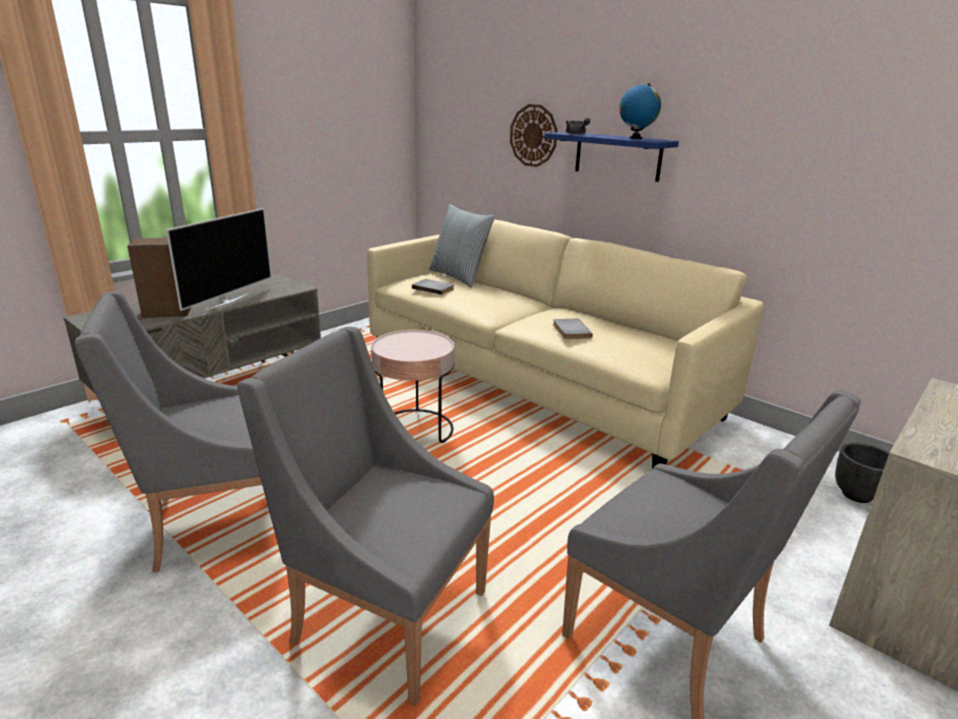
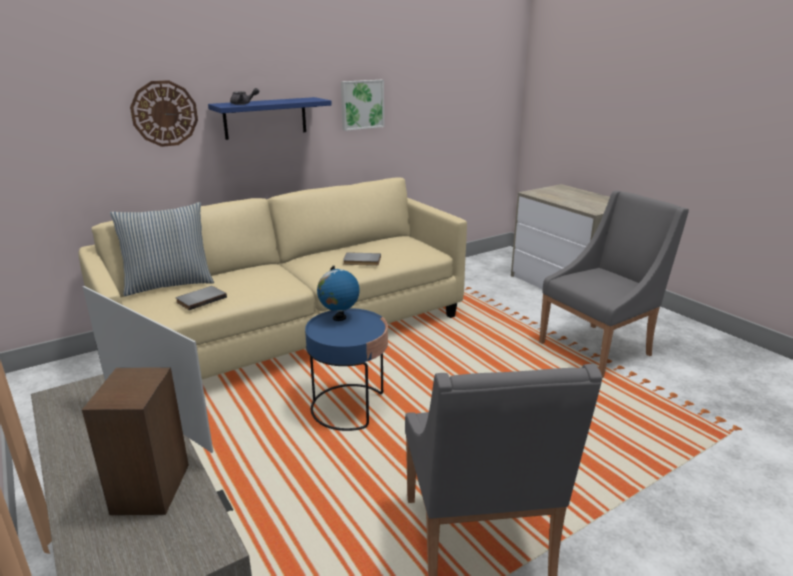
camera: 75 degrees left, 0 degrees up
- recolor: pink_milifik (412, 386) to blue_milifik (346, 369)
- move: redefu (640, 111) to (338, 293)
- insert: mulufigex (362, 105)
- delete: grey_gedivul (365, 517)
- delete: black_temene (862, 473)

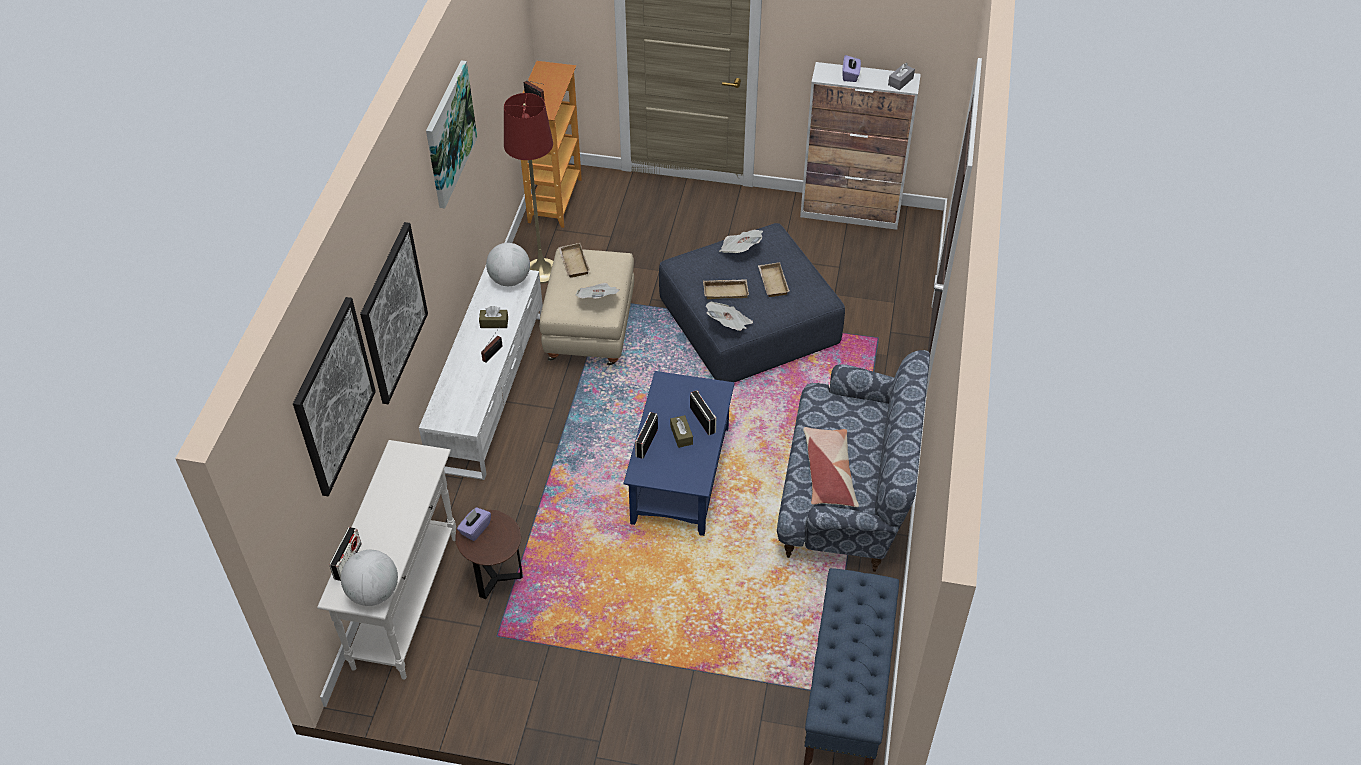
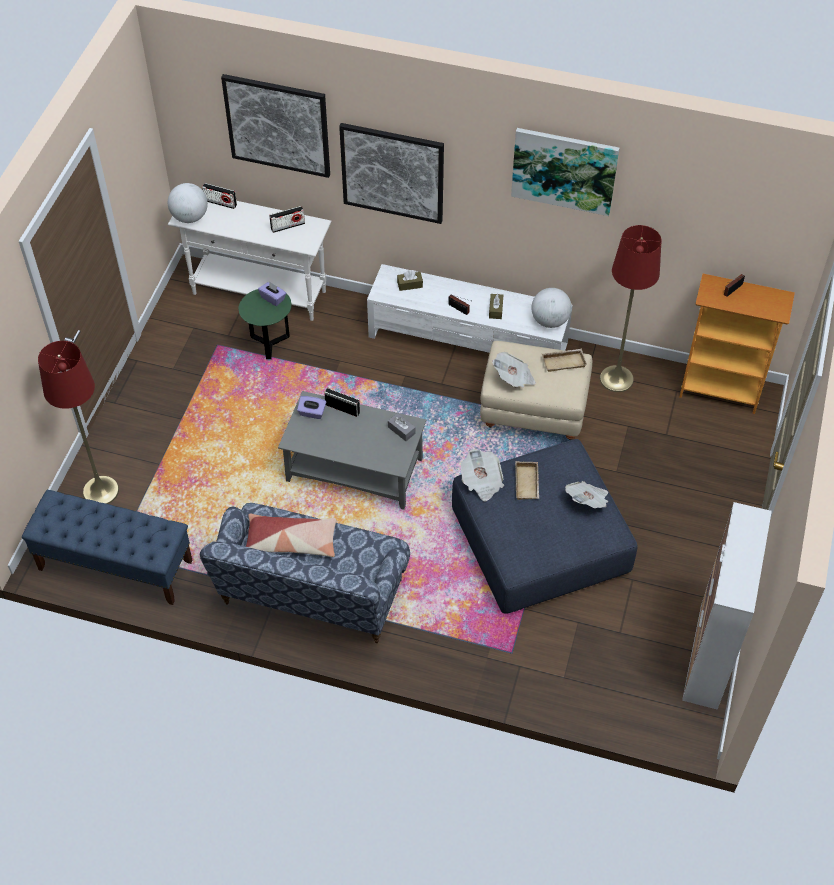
camera: 95 degrees right, 5 degrees up
- insert: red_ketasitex (78, 422)
- recolor: brown_milifik (489, 554) to green_milifik (265, 324)
- move: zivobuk (703, 412) to (287, 219)
- recolor: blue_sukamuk (679, 453) to grey_sukamuk (352, 450)
- move: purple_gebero (852, 68) to (311, 407)
- move: grey_gebero (901, 76) to (401, 427)
- move: brown_gebero (681, 431) to (410, 280)
- delete: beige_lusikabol (774, 279)

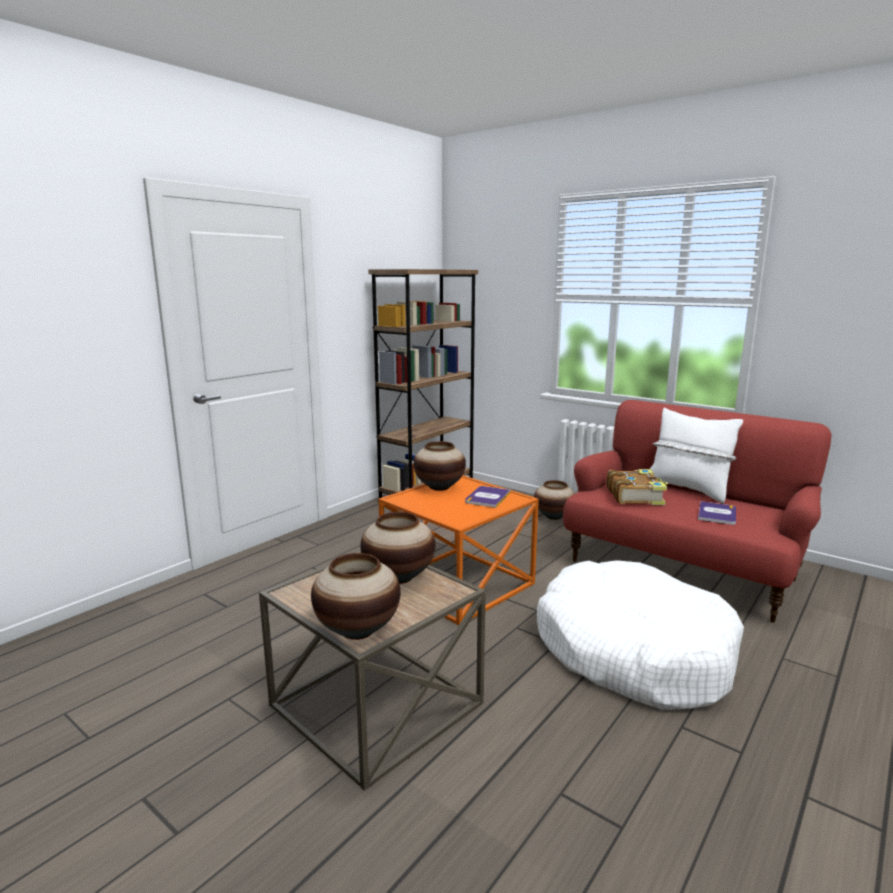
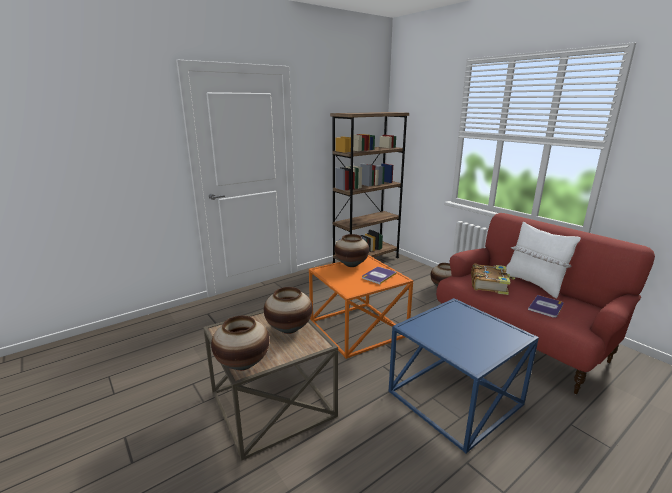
camera: 15 degrees right, 5 degrees up
- replace: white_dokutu (640, 635) to blue_milifik (464, 375)

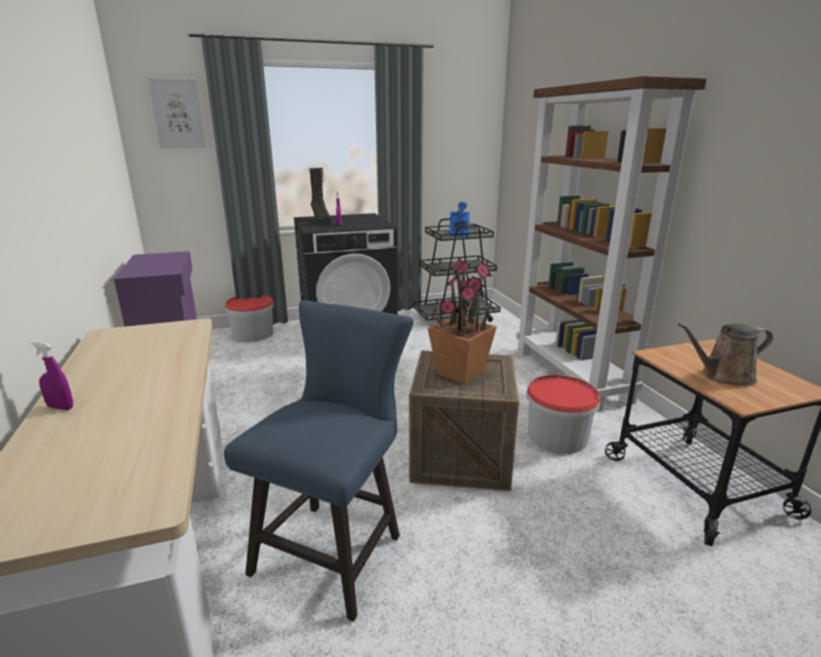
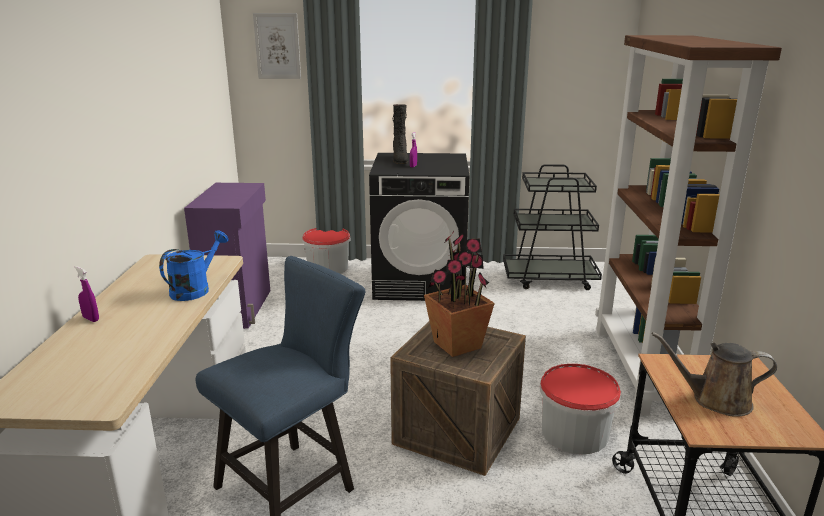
camera: 20 degrees right, 0 degrees up
- move: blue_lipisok (459, 219) to (193, 265)

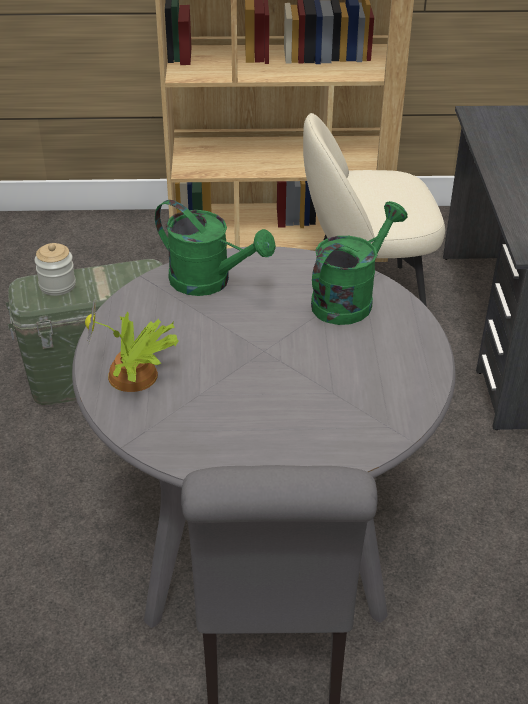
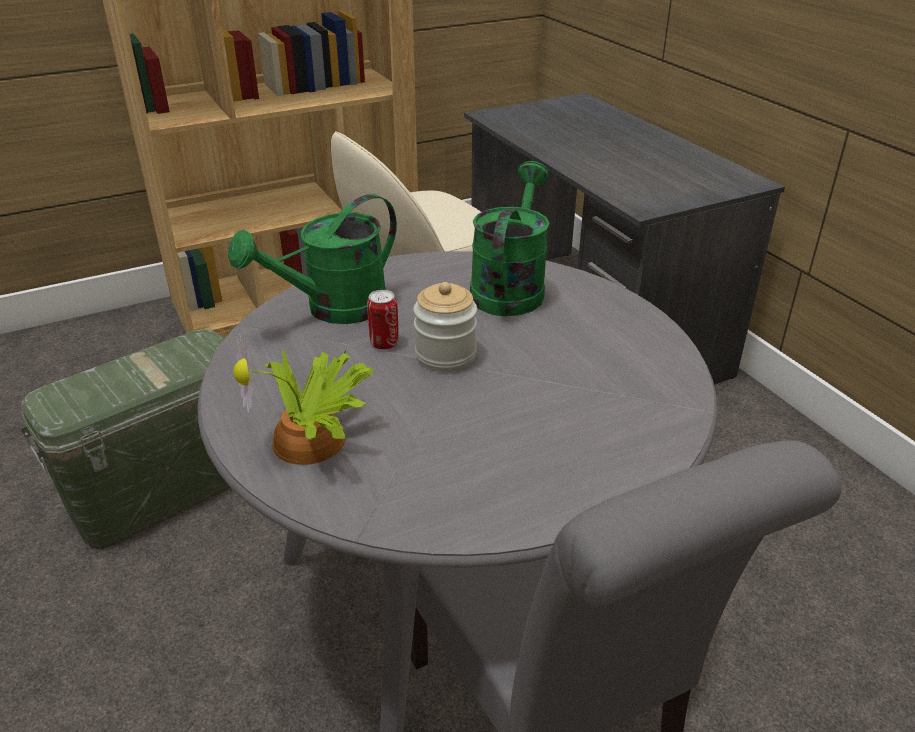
camera: 25 degrees left, 5 degrees down
- rotate: green_lipisok (215, 248) = (312, 259) 135 degrees clockwise
- insert: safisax (383, 320)
- move: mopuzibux (55, 269) to (445, 327)

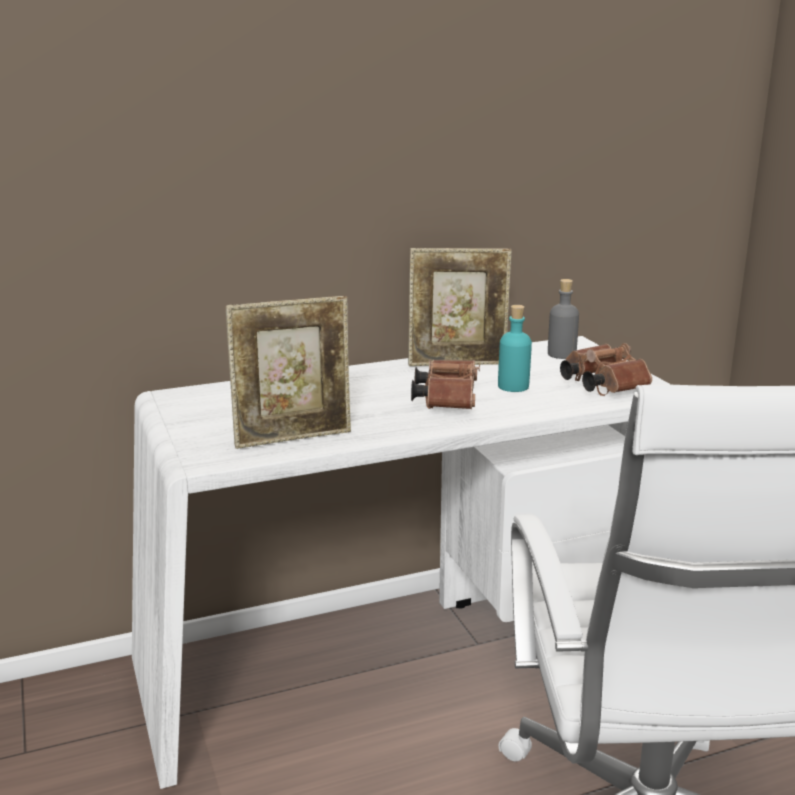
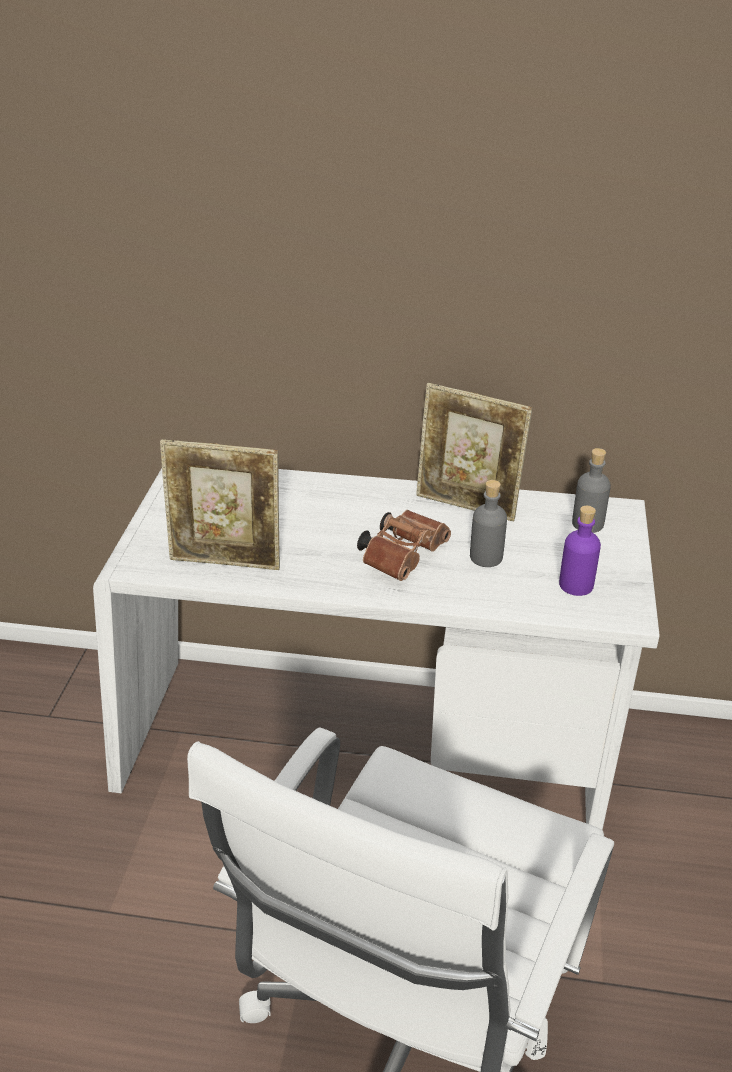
camera: 30 degrees right, 15 degrees up
- recolor: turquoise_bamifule (515, 348) to grey_bamifule (488, 523)
- replace: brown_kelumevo (606, 369) to purple_bamifule (580, 551)

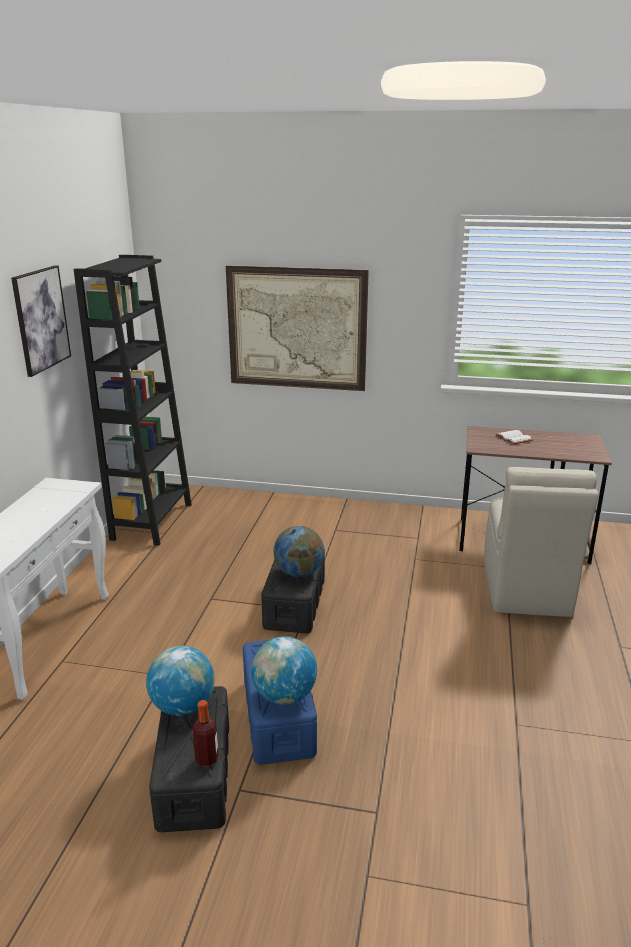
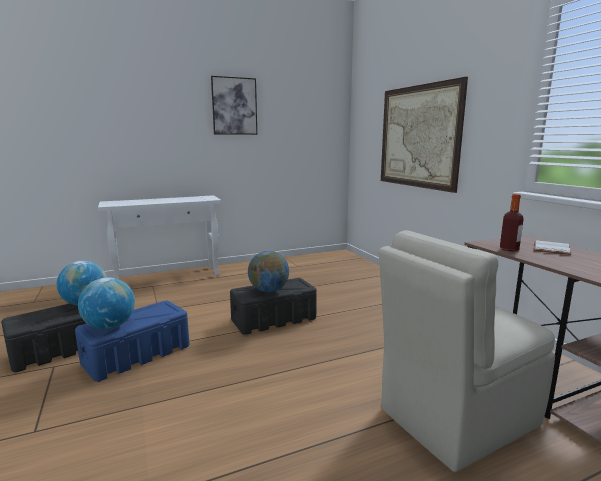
camera: 55 degrees right, 10 degrees down
- move: bamifule (206, 733) to (512, 222)
- delete: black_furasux (133, 400)

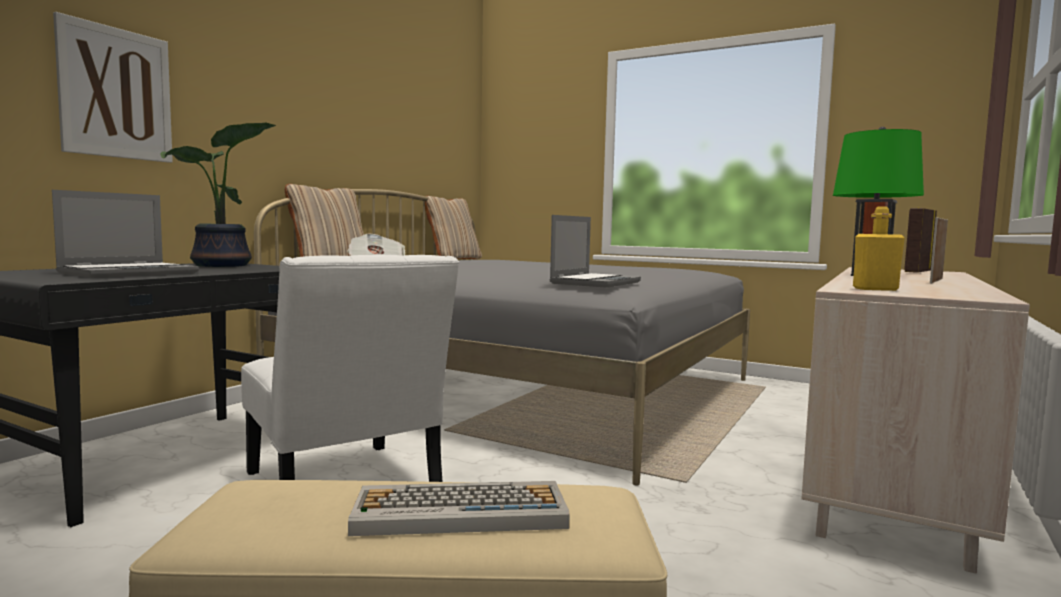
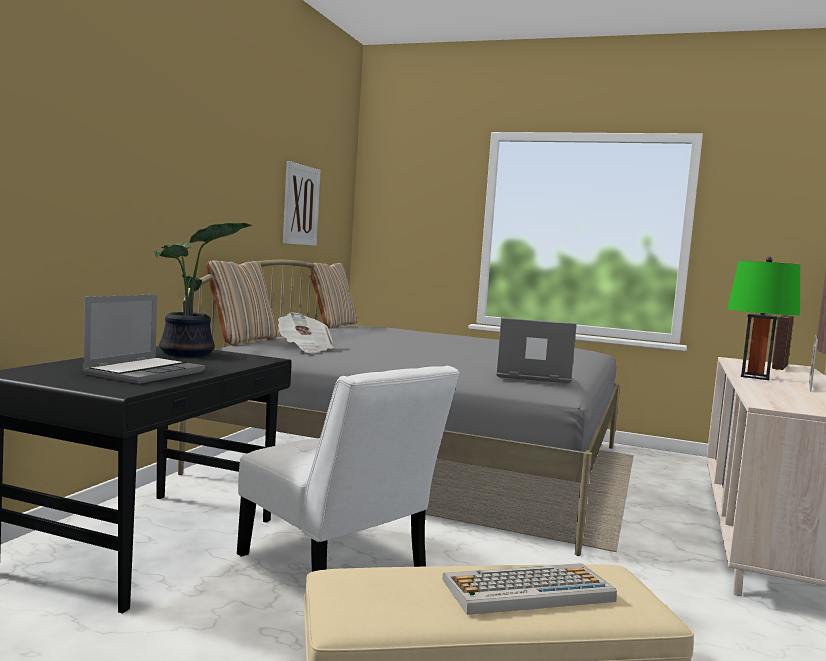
camera: 10 degrees left, 0 degrees up
- move: mulufigex (113, 87) to (302, 203)
- rotate: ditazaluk (595, 251) = (536, 350) 105 degrees counterclockwise
- delete: yellow_bamifule (879, 249)

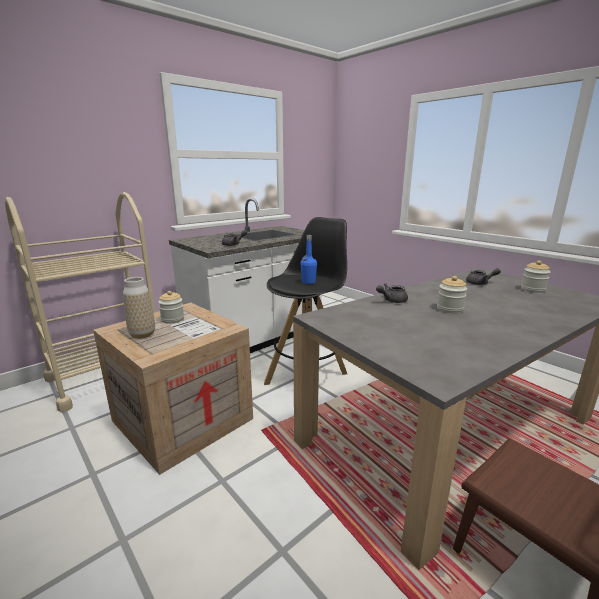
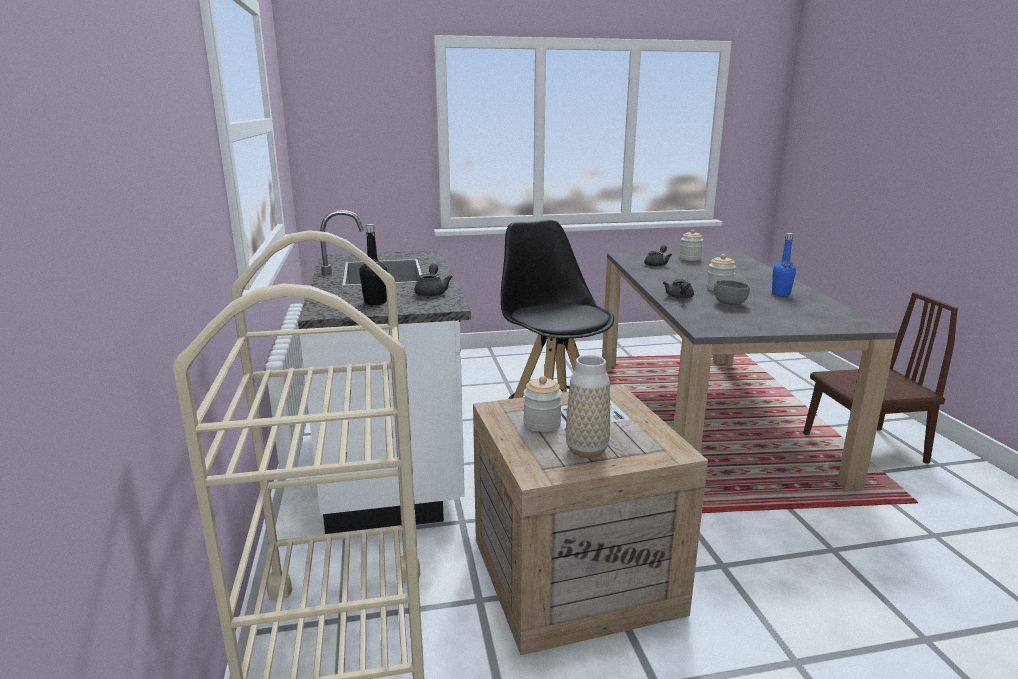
camera: 60 degrees left, 0 degrees up
- insert: black_bamifule (373, 264)
- insert: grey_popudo (732, 292)
- move: blue_bamifule (309, 259) to (784, 264)

